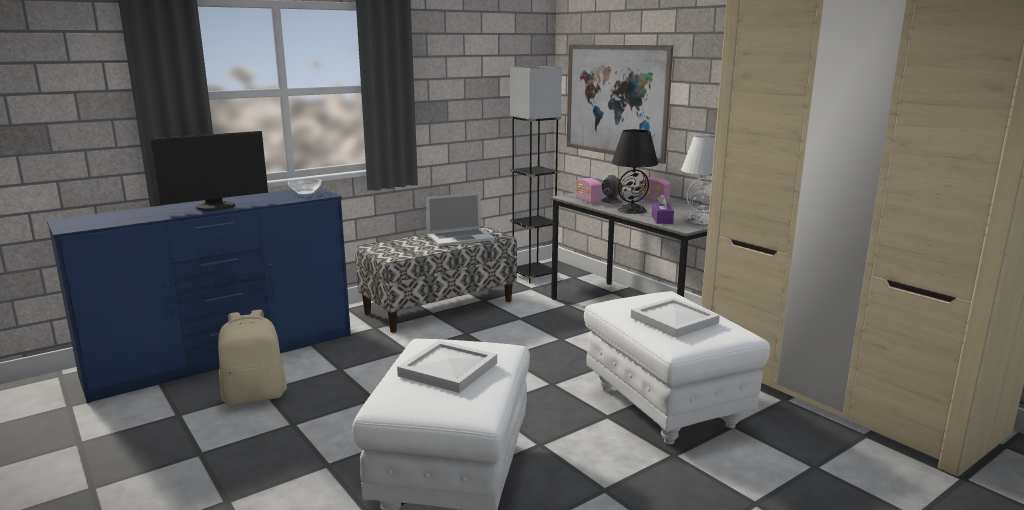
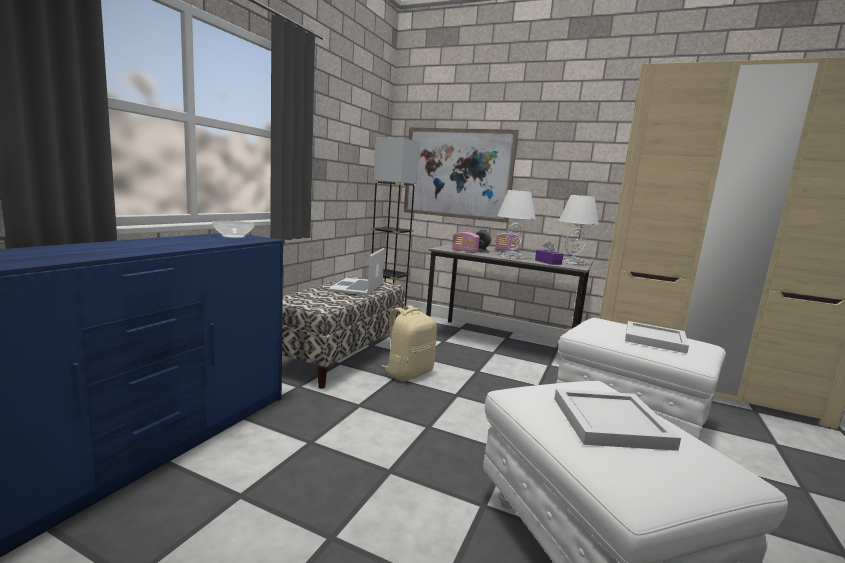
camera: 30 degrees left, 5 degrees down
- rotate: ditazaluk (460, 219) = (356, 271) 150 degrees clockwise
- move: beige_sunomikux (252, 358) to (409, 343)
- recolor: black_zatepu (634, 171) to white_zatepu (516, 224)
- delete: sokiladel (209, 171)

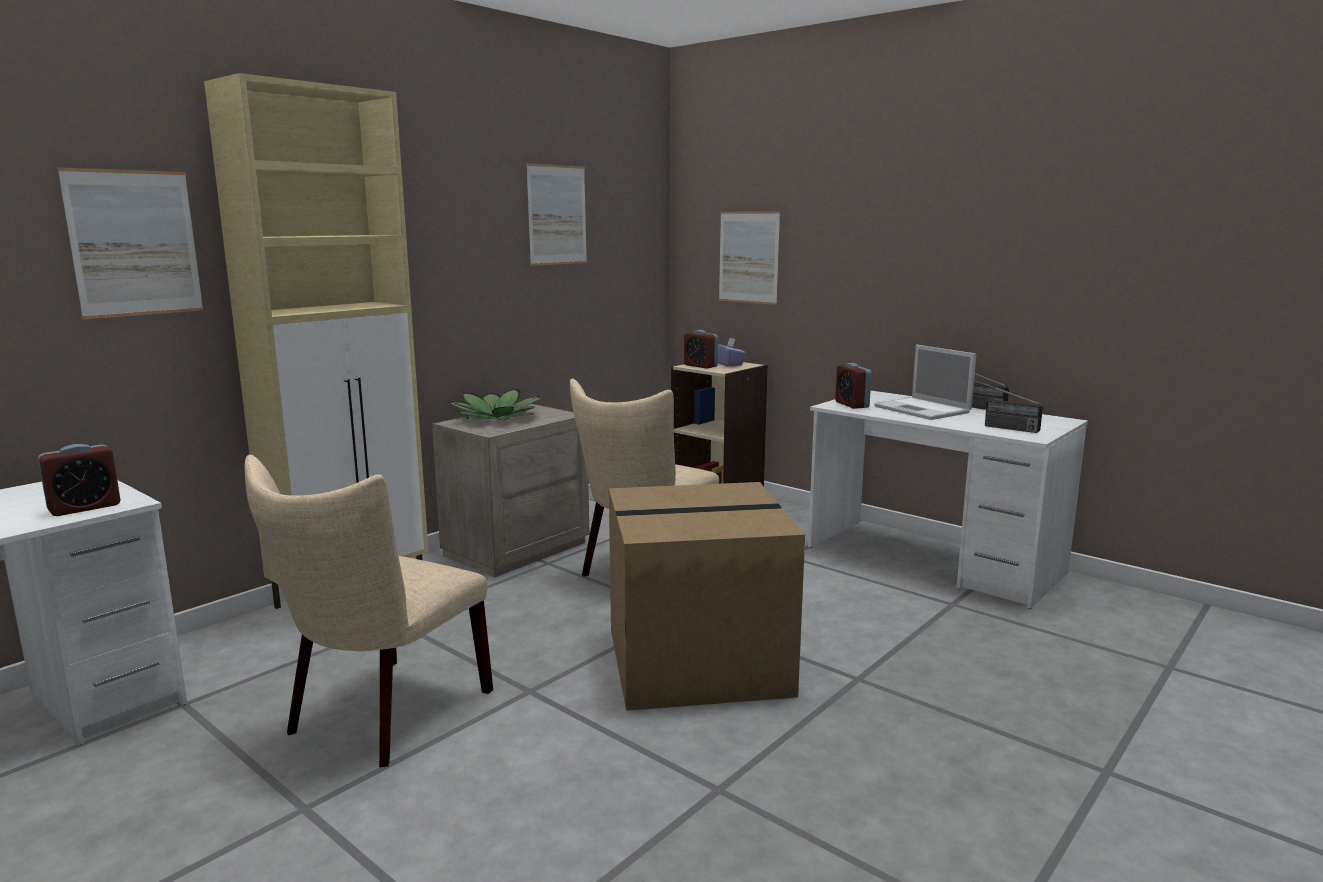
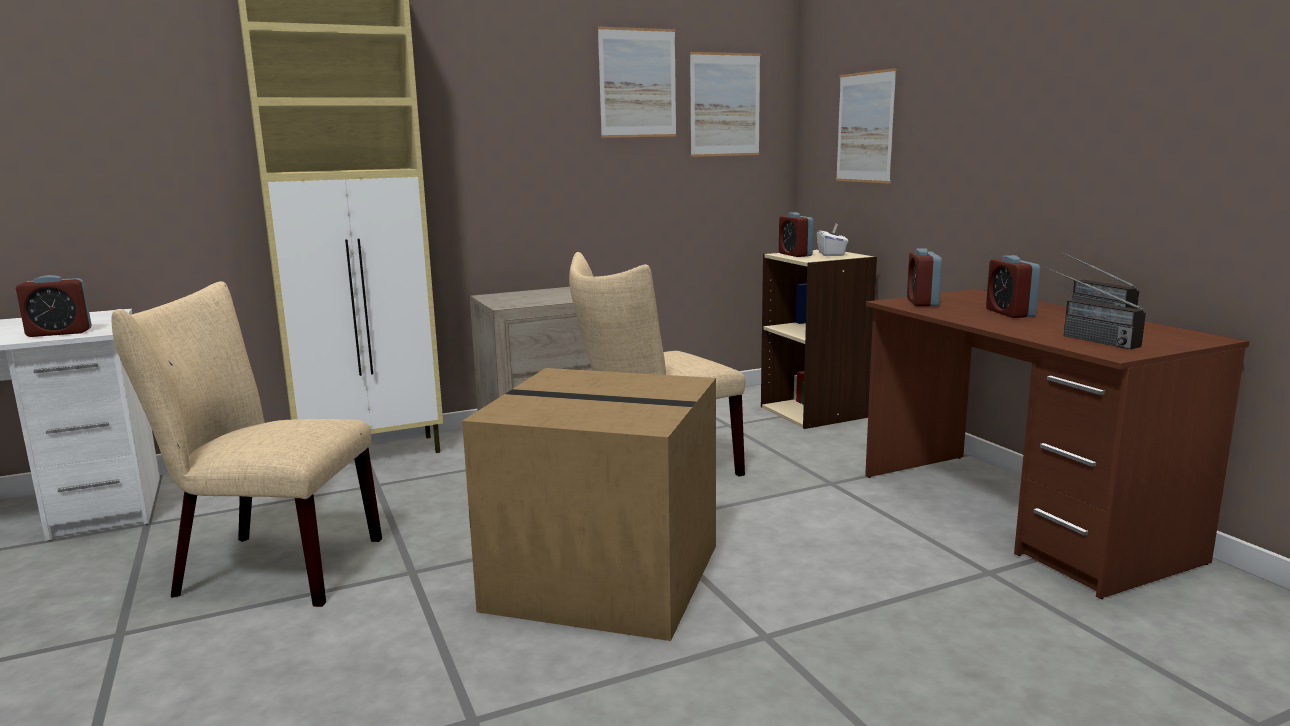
camera: 25 degrees right, 0 degrees up
- rotate: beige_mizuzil (369, 611) = (246, 444) 45 degrees clockwise
- move: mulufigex (130, 243) to (725, 104)
- recolor: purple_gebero (732, 352) to white_gebero (832, 240)
- recolor: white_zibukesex (948, 500) to brown_zibukesex (1057, 444)
- replace: ditazaluk (925, 382) to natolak (1013, 286)
- delete: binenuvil (495, 404)

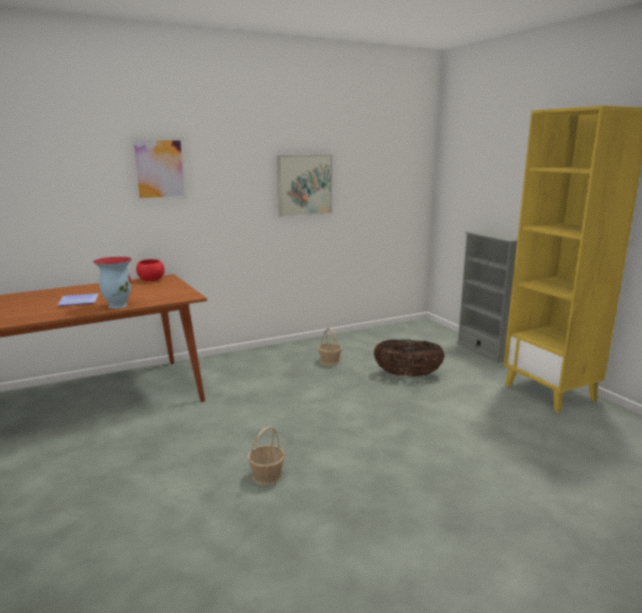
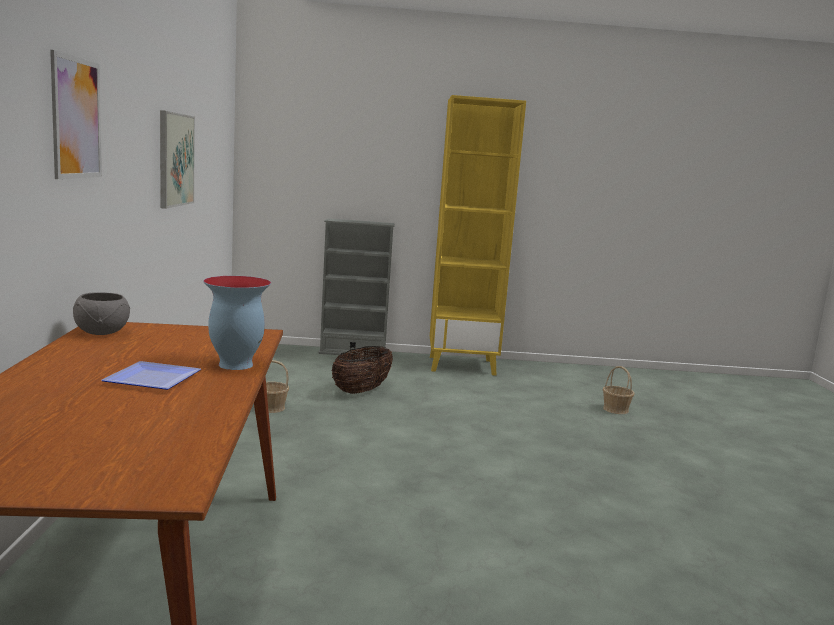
camera: 65 degrees left, 5 degrees down
- recolor: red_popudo (150, 270) to grey_popudo (101, 313)
- move: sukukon (266, 456) to (618, 390)

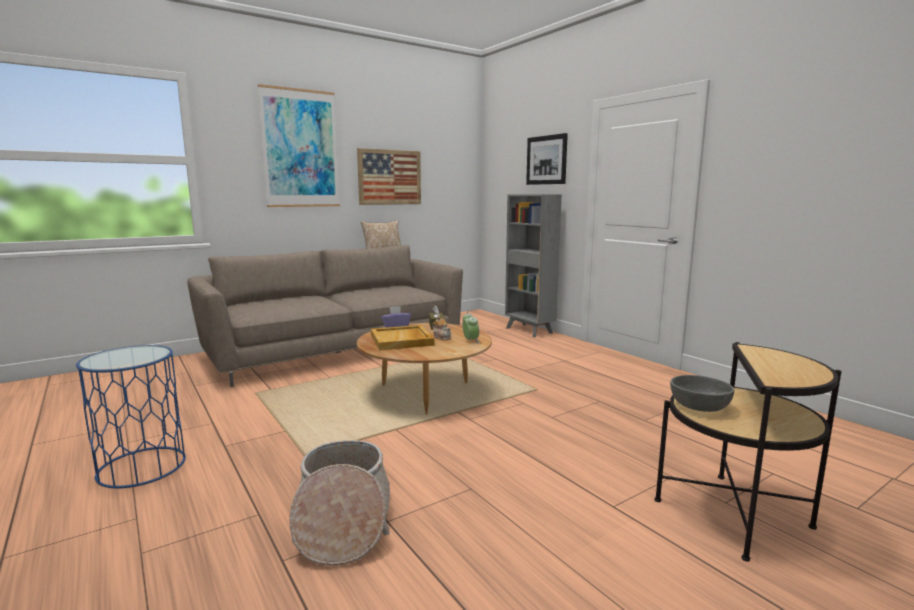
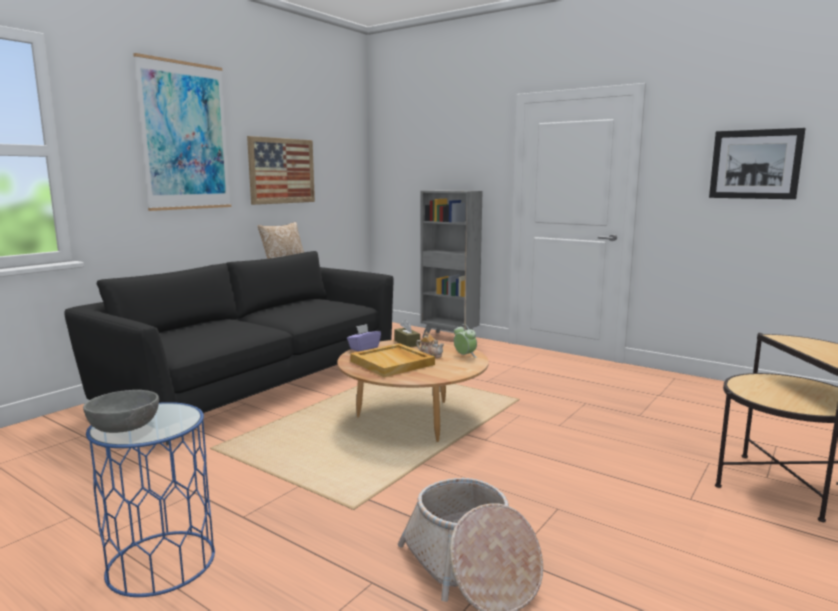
camera: 20 degrees left, 0 degrees up
- recolor: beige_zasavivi (325, 316) to black_zasavivi (229, 348)
- move: grey_popudo (702, 393) to (121, 411)
- move: mulufigex (547, 159) to (757, 163)

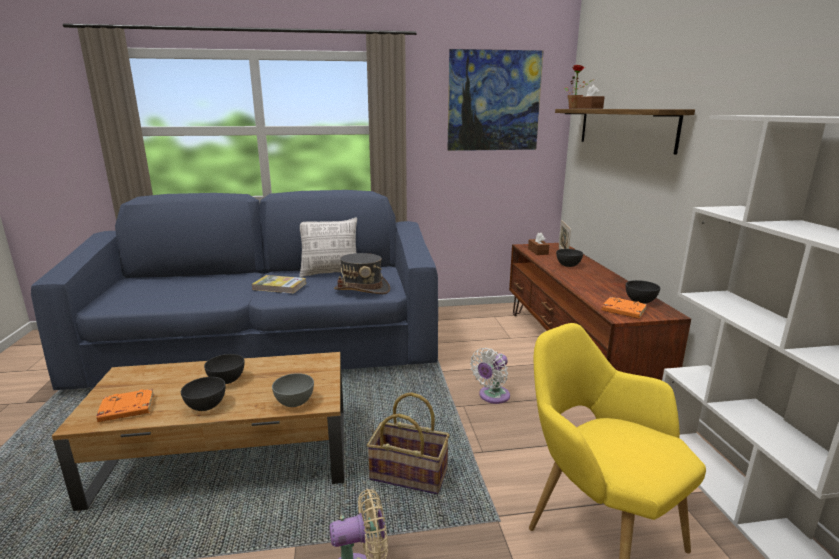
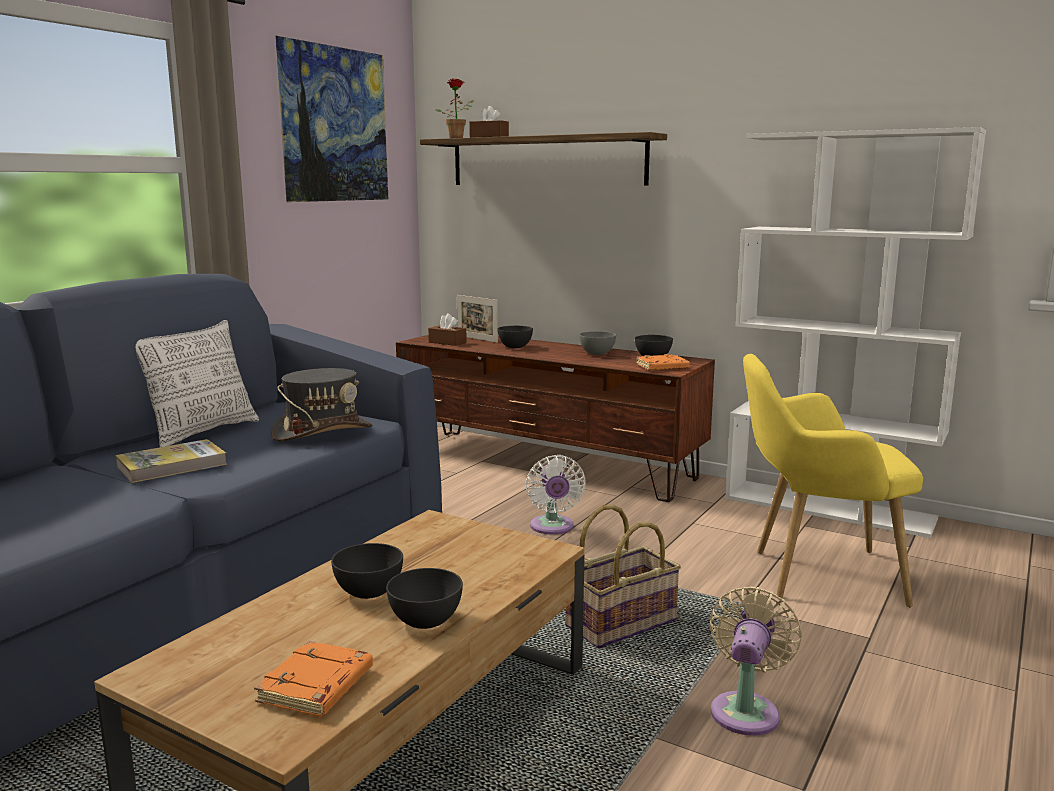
camera: 50 degrees left, 5 degrees down
- move: grey_popudo (293, 390) to (597, 343)

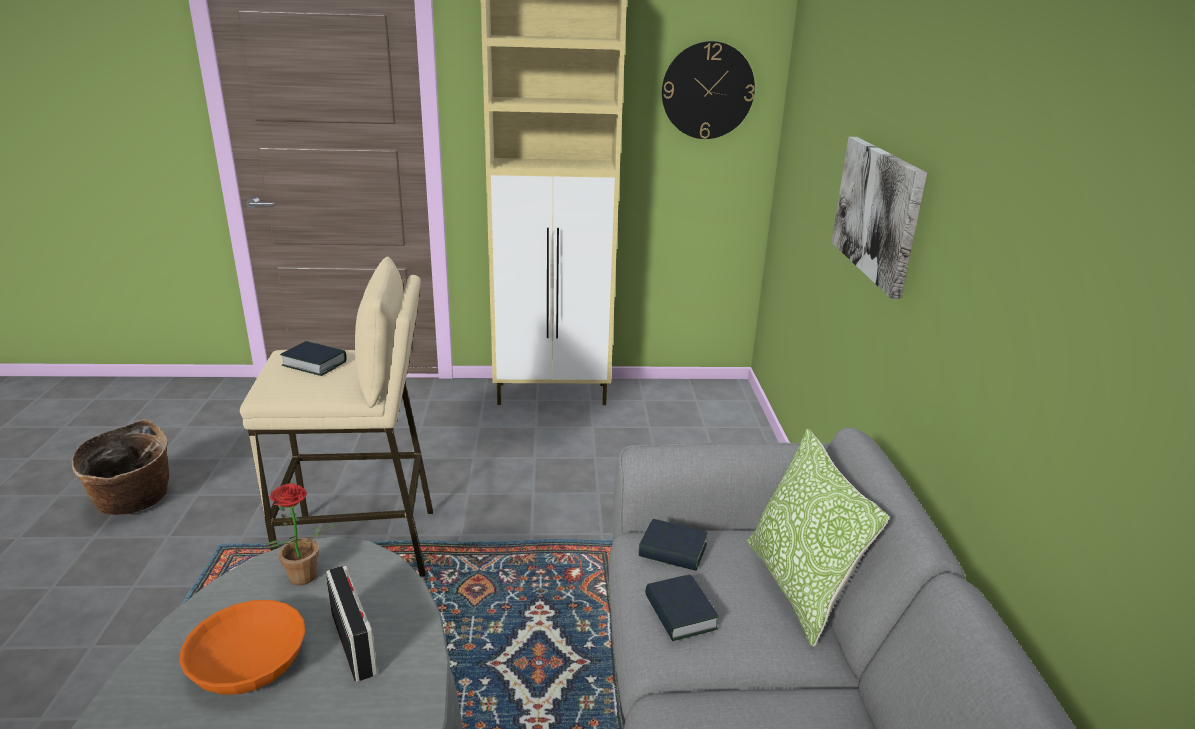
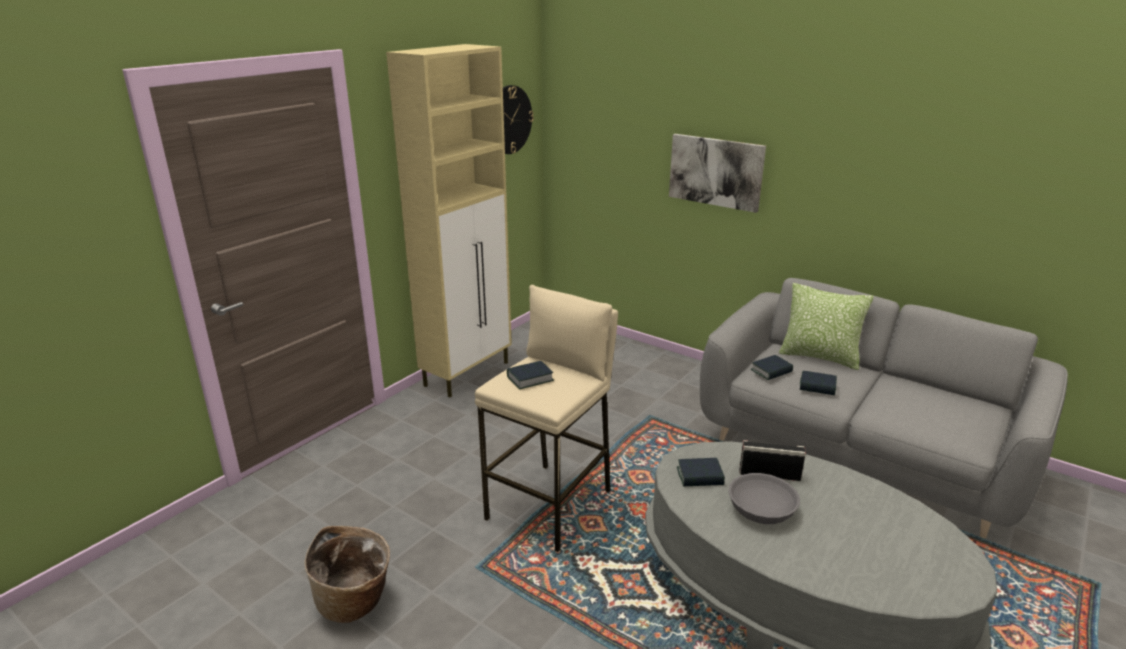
camera: 50 degrees left, 0 degrees up
- replace: binenuvil (301, 534) to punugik (701, 472)
- recolor: orange_popudo (242, 647) to grey_popudo (764, 498)

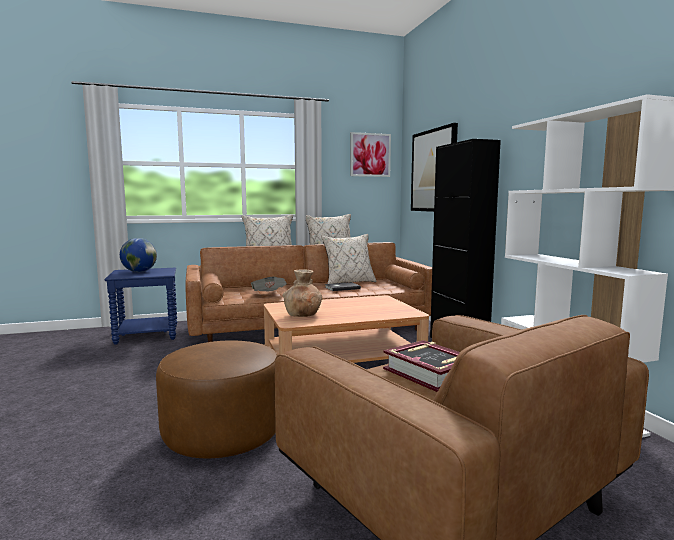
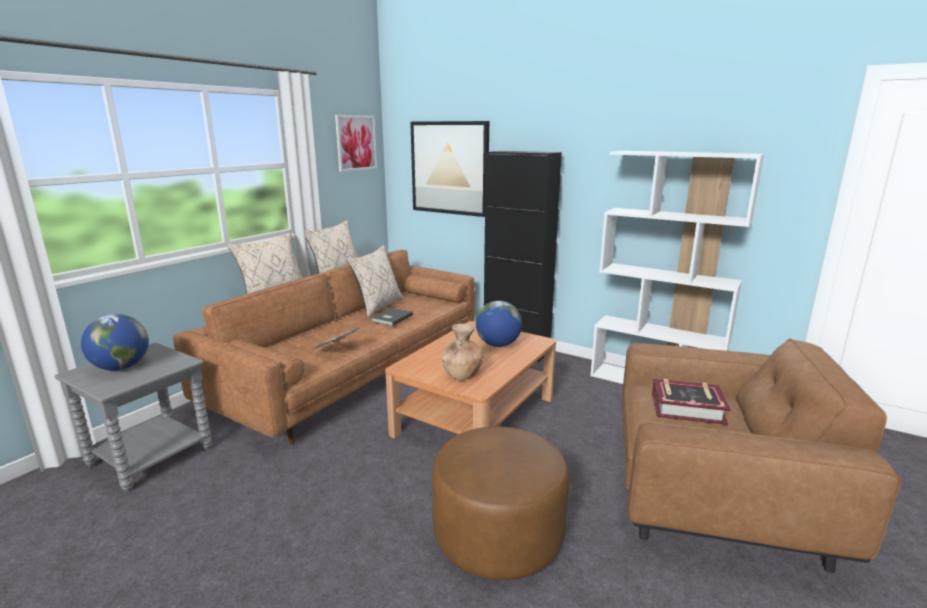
camera: 40 degrees left, 10 degrees up
- recolor: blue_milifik (141, 306) to grey_milifik (133, 417)
- insert: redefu (499, 324)

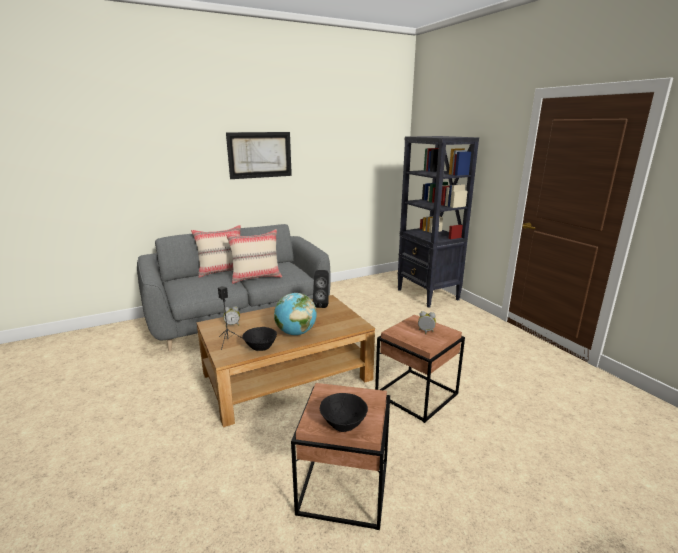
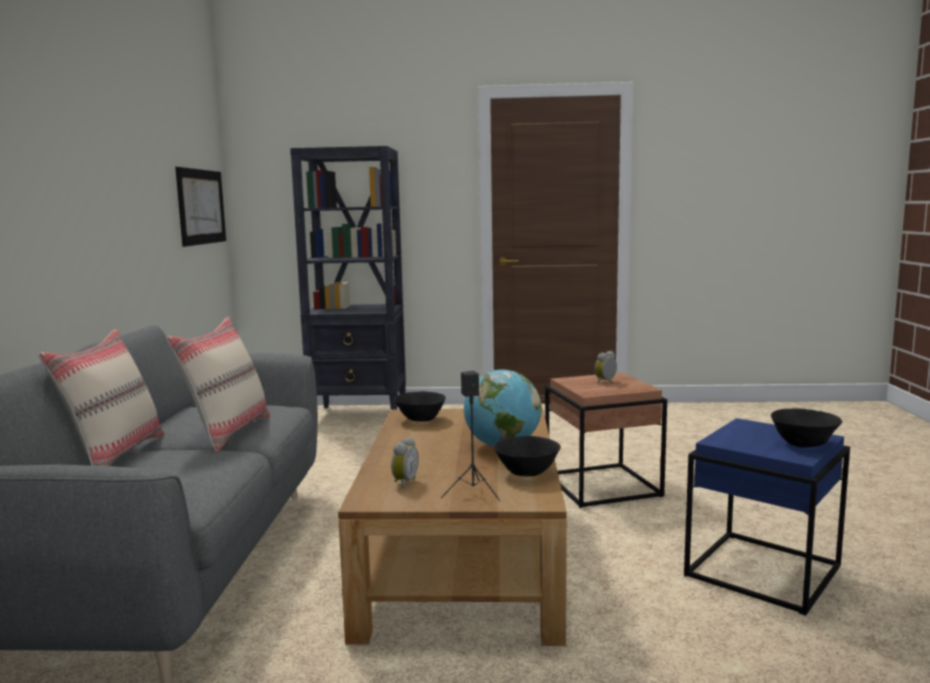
camera: 60 degrees left, 10 degrees down
- move: mulufigex (259, 155) to (200, 207)
- replace: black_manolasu (321, 289) to black_popudo (420, 406)
- recolor: brown_milifik (340, 456) to blue_milifik (767, 517)

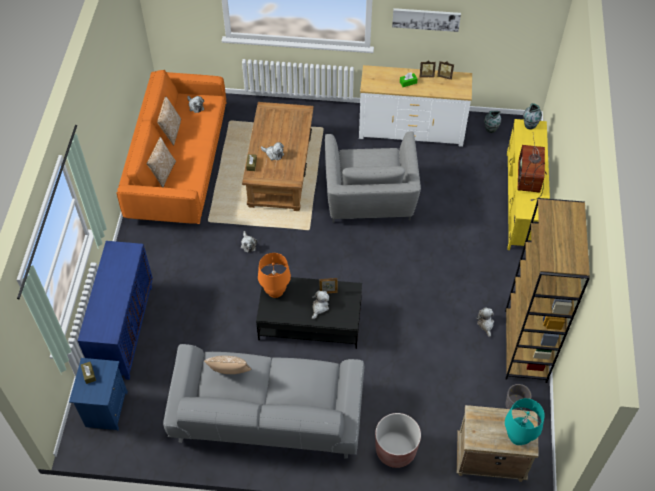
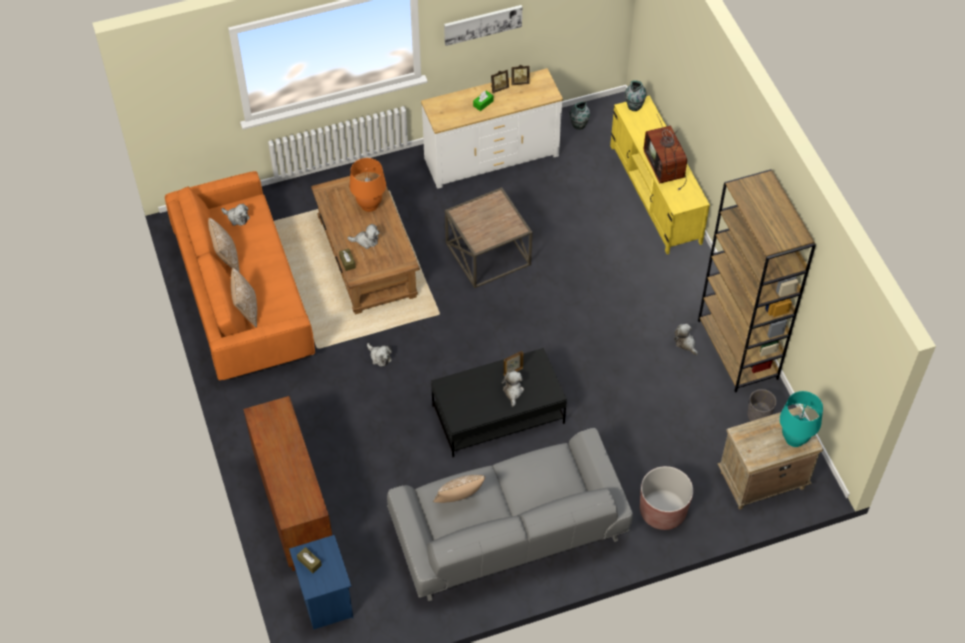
camera: 25 degrees left, 0 degrees up
- recolor: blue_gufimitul (115, 310) to brown_gufimitul (287, 483)
- move: orange_zatepu (274, 275) to (368, 185)
- replace: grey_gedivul (373, 177) to brown_milifik (488, 237)

